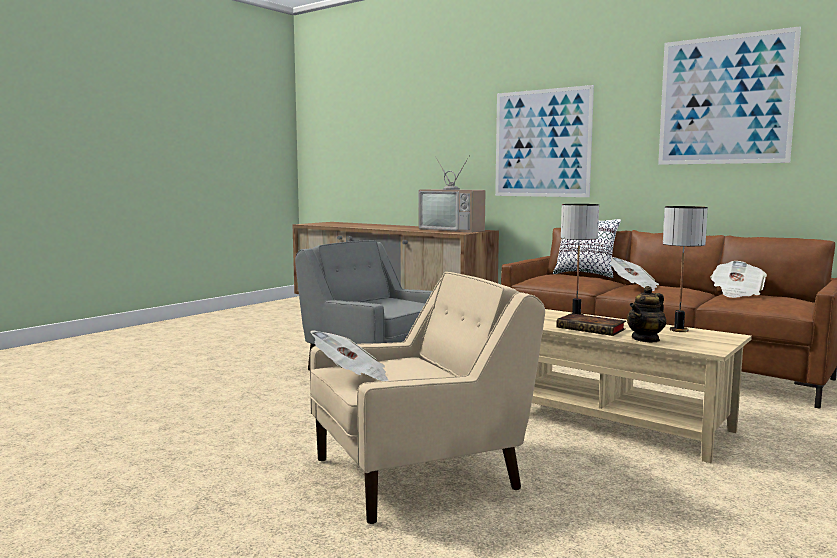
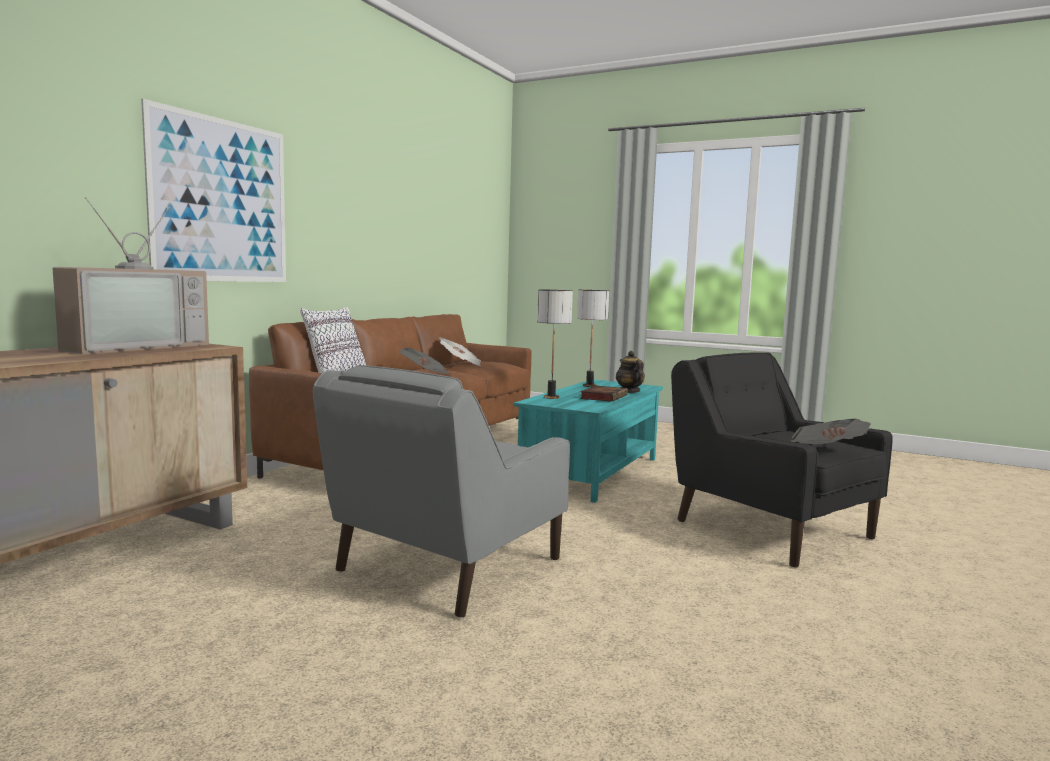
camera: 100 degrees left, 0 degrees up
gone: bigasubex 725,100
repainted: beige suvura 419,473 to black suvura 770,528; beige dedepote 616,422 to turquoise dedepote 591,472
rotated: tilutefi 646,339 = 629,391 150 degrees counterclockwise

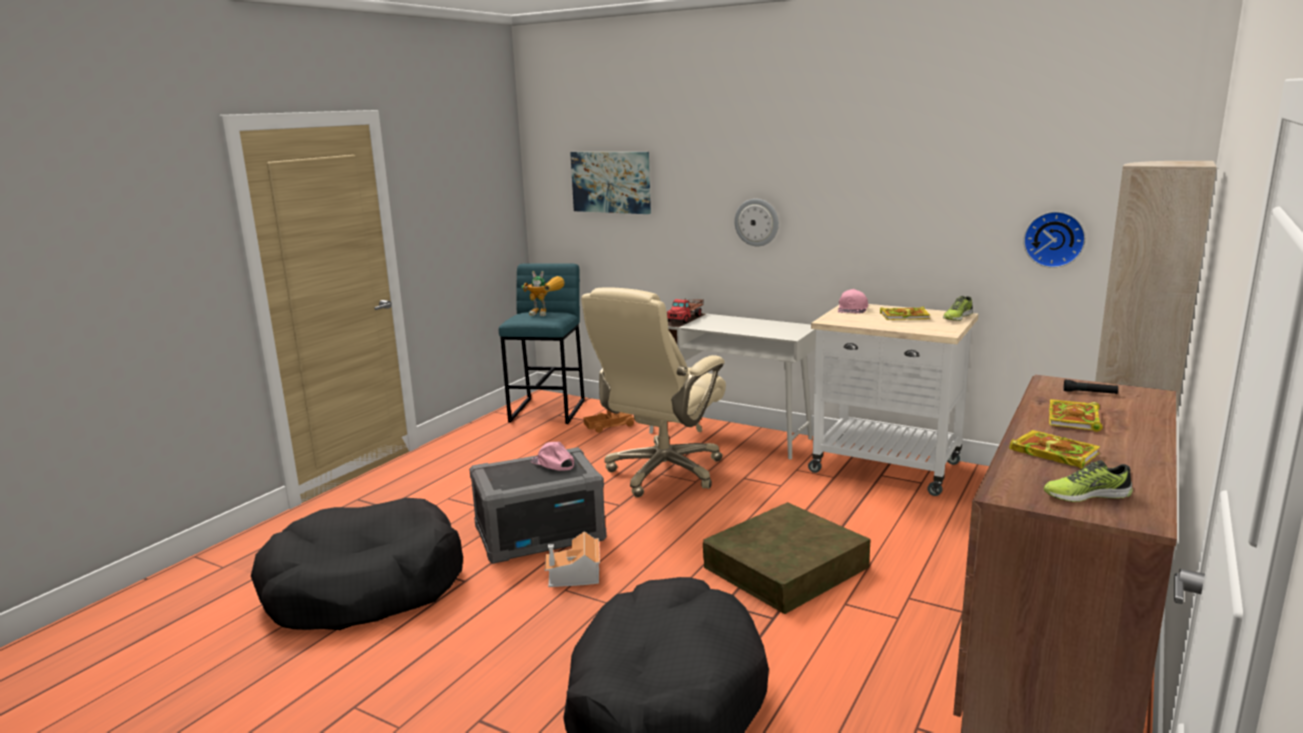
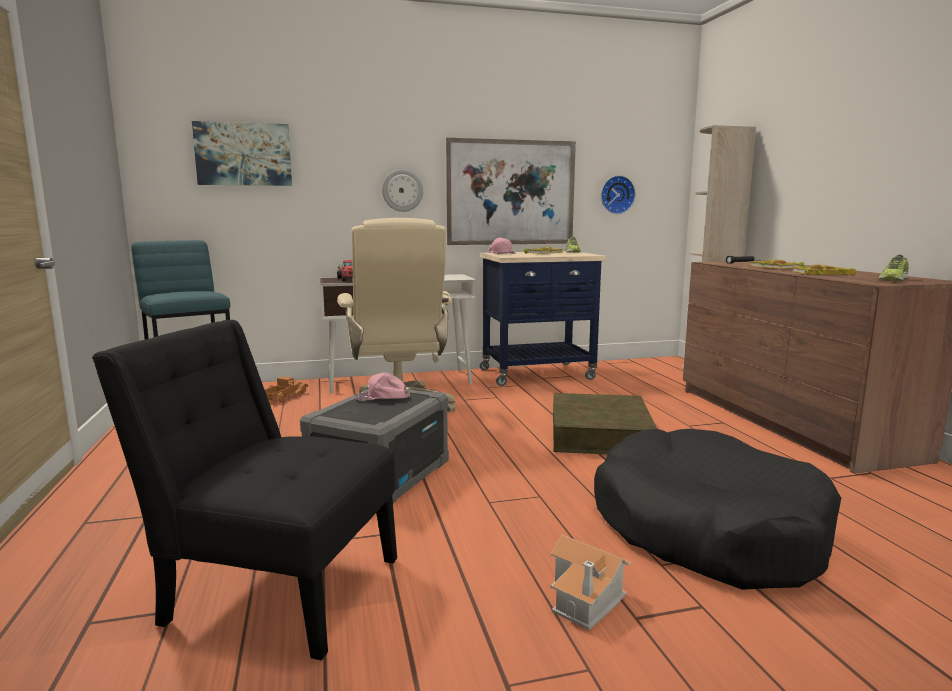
camera: 45 degrees left, 5 degrees down
gone: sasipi 547,314
new: bigasubex 511,192
shifted: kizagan 575,575 to 586,599
swapped: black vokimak 364,586 to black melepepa 274,587
repainted: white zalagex 886,468 to blue zalagex 537,374

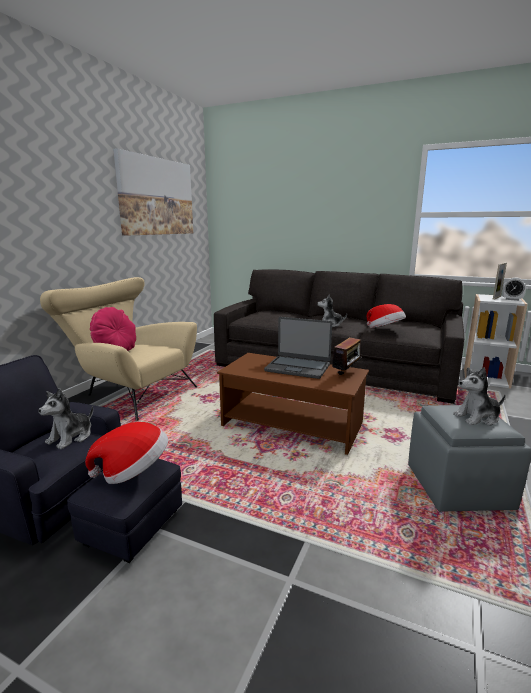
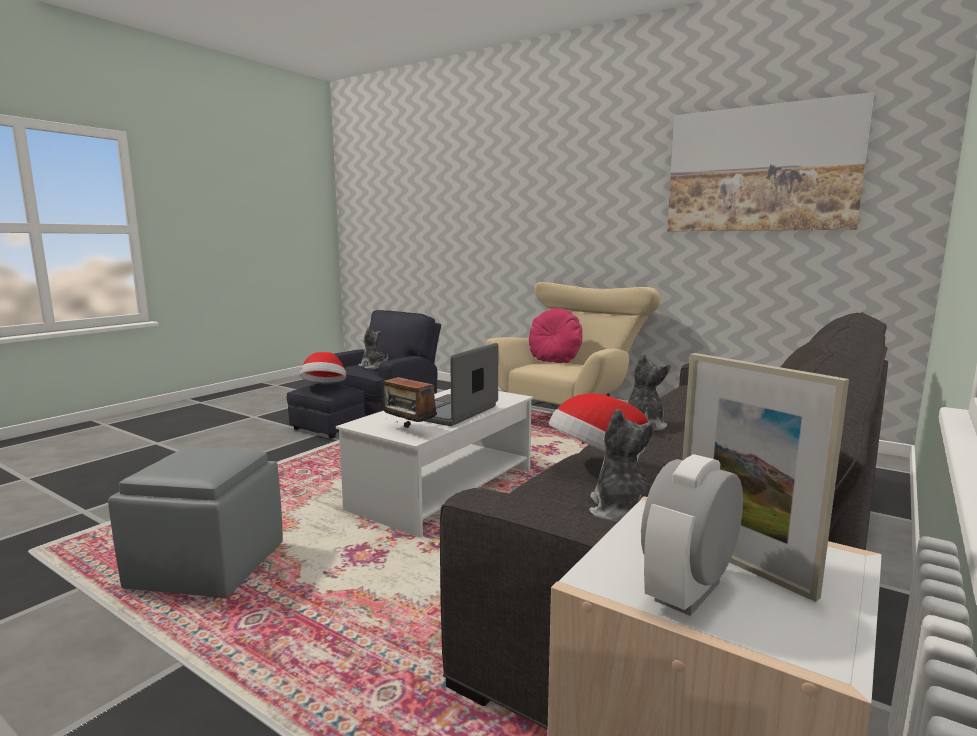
camera: 100 degrees right, 5 degrees down
shifted: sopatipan 477,417 to 621,512
repainted: brown dedepote 293,425 to white dedepote 443,490

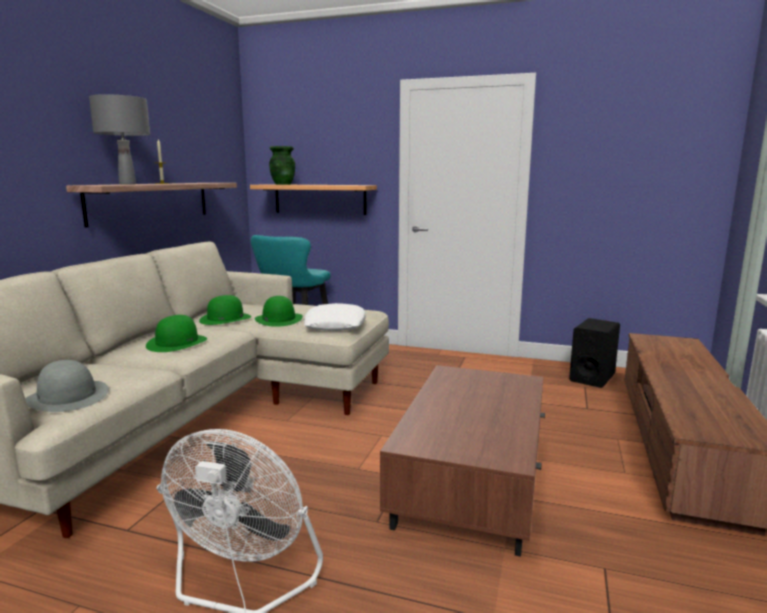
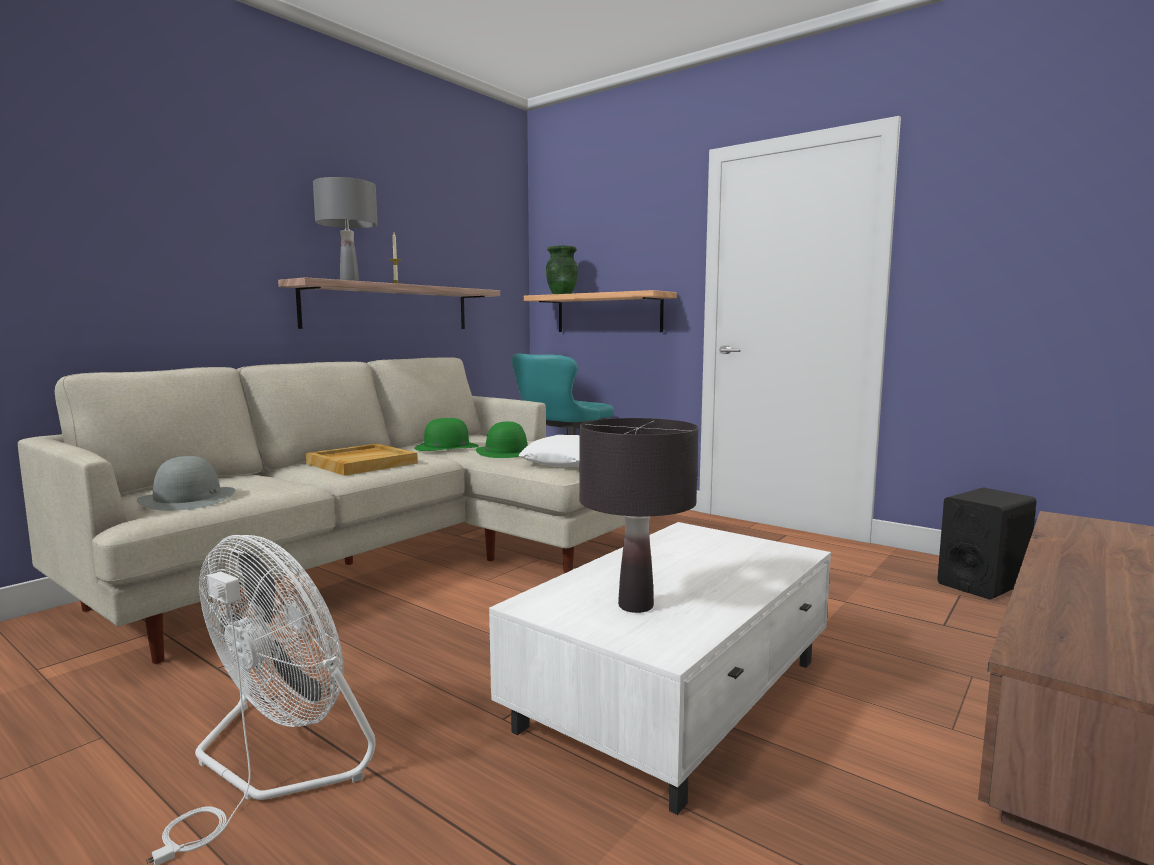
camera: 20 degrees right, 5 degrees down
new: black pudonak 635,606
swapped: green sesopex 177,343 to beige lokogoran 362,463
repainted: brown dedepote 471,481 to white dedepote 678,693

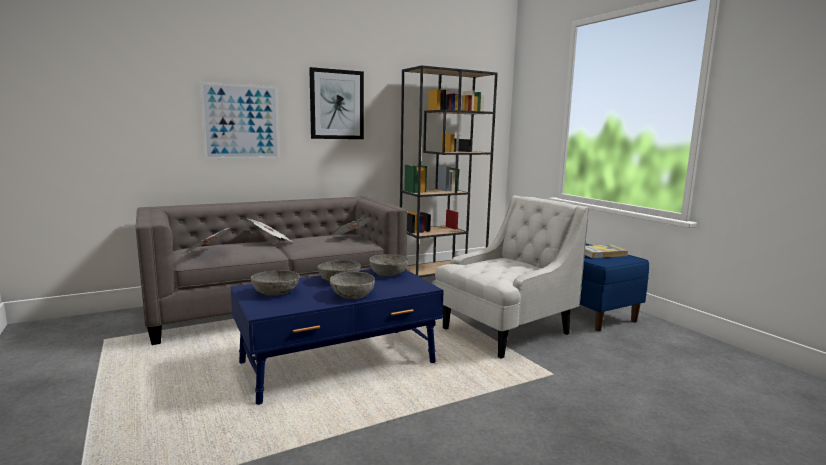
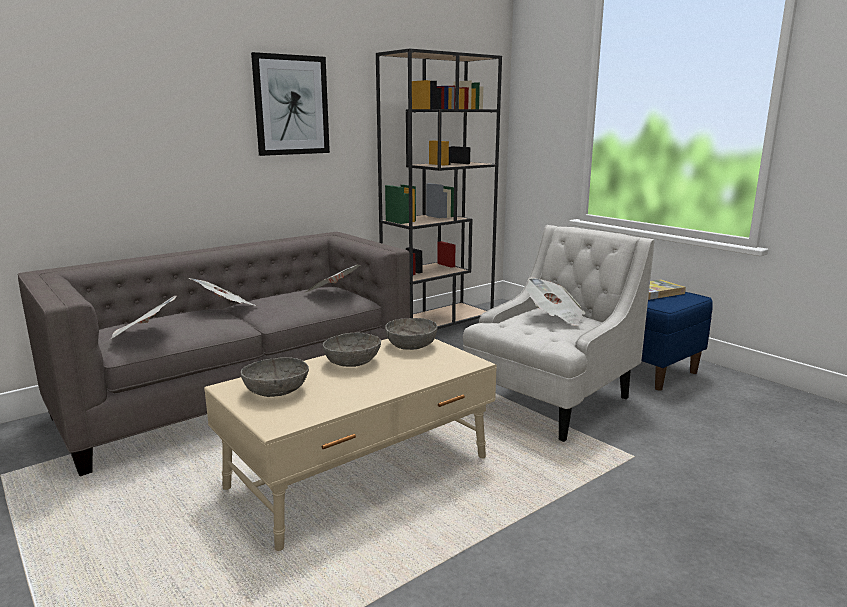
camera: 10 degrees left, 5 degrees up
gone: bigasubex 241,122; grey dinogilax 352,295
new: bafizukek 555,317
repainted: blue dedepote 339,362 to beige dedepote 361,472

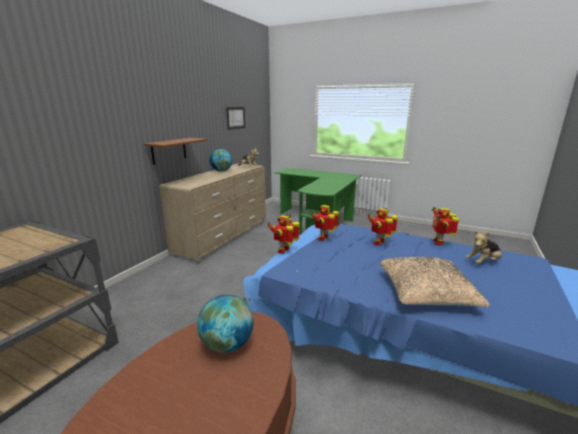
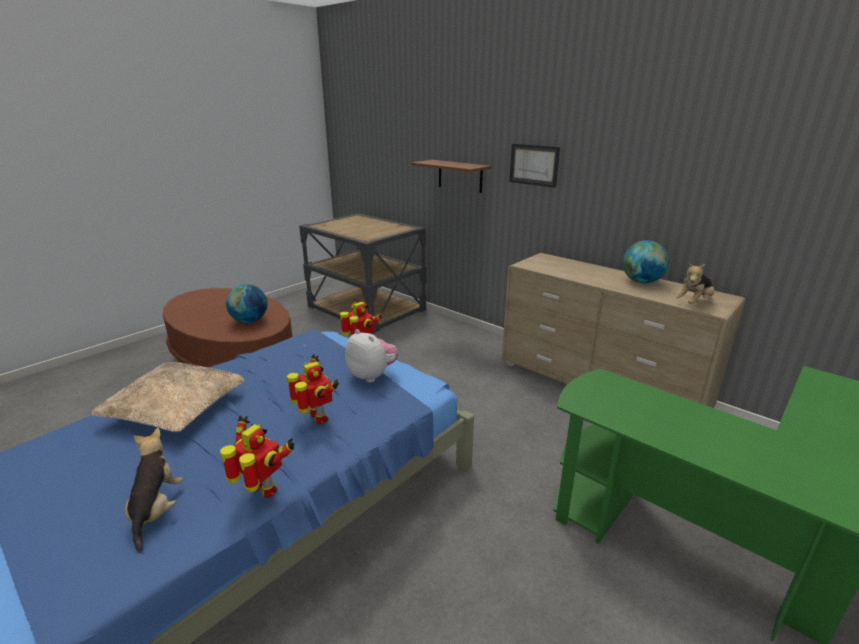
camera: 105 degrees right, 5 degrees up
shifted: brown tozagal 169,150 to 460,176; bigasubex 235,118 to 534,165
swapped: sasipi 324,238 to sopatipan 372,375

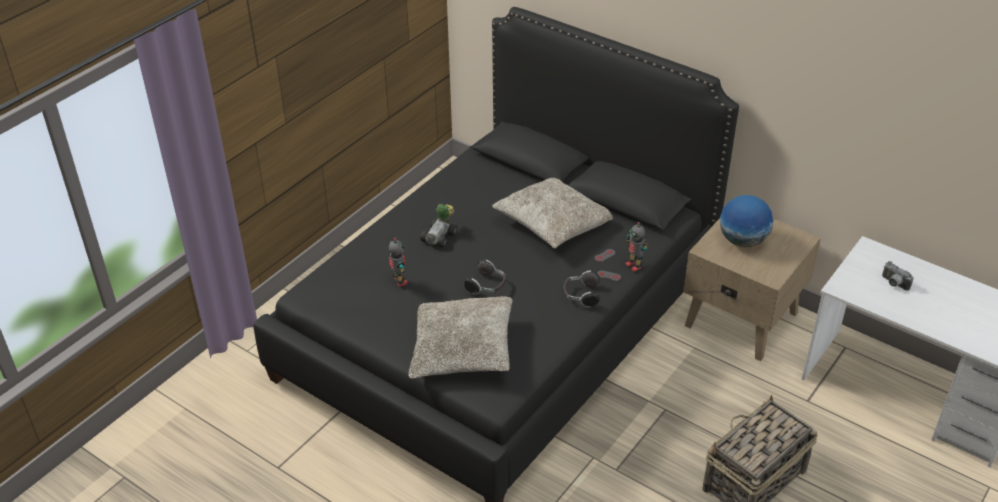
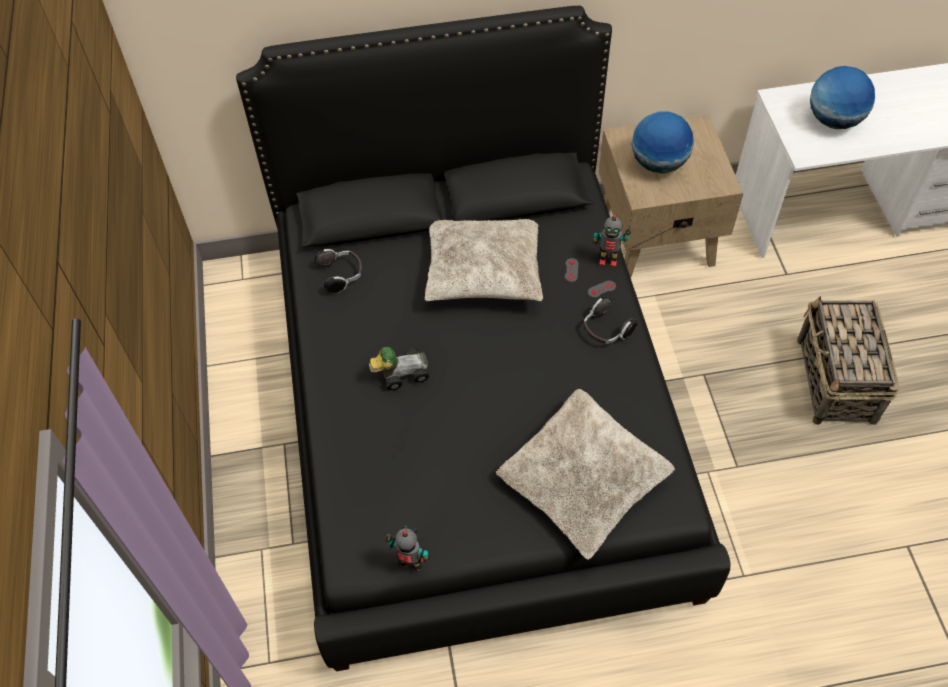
camera: 45 degrees left, 15 degrees up
shifted: sasipi 399,281 to 411,564; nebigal 487,286 to 341,275
swapped: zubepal 893,284 to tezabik 833,120
rotated: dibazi 441,236 = 400,373 90 degrees counterclockwise

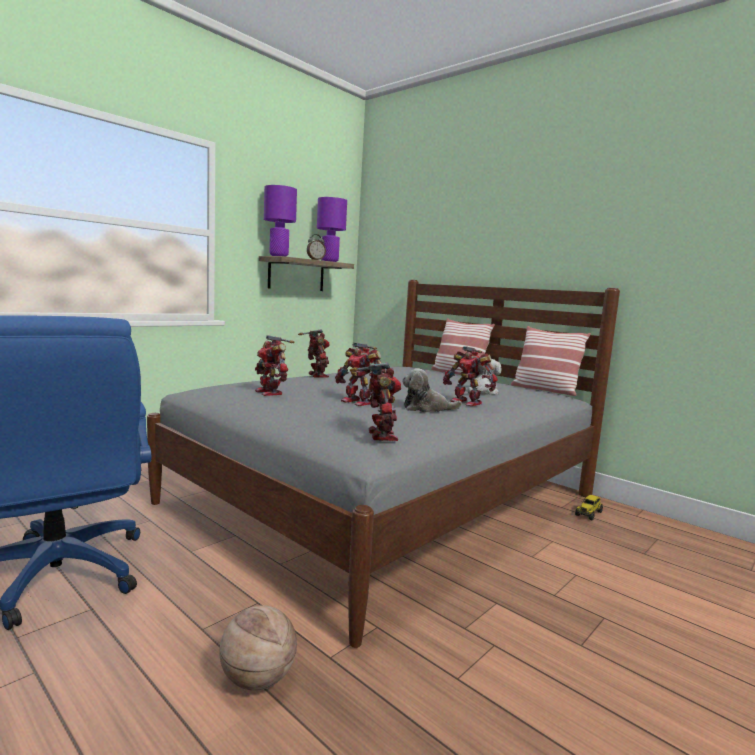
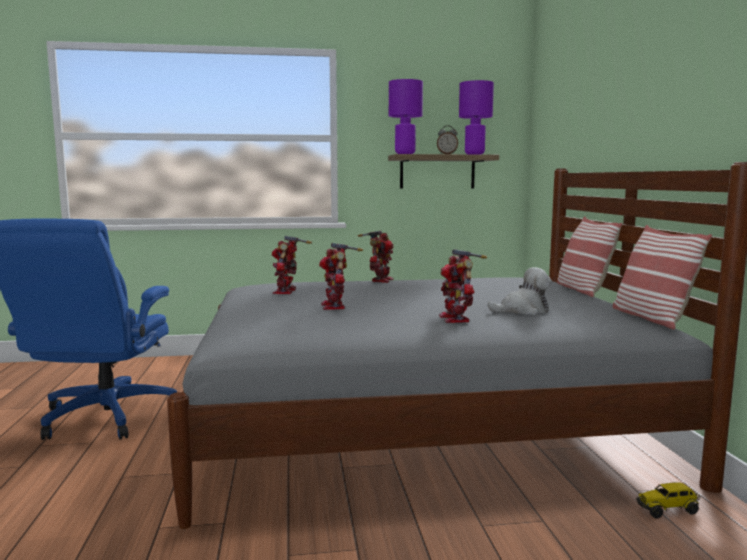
camera: 40 degrees right, 0 degrees up
gone: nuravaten 258,680; sasipi 379,435; sopatipan 426,408

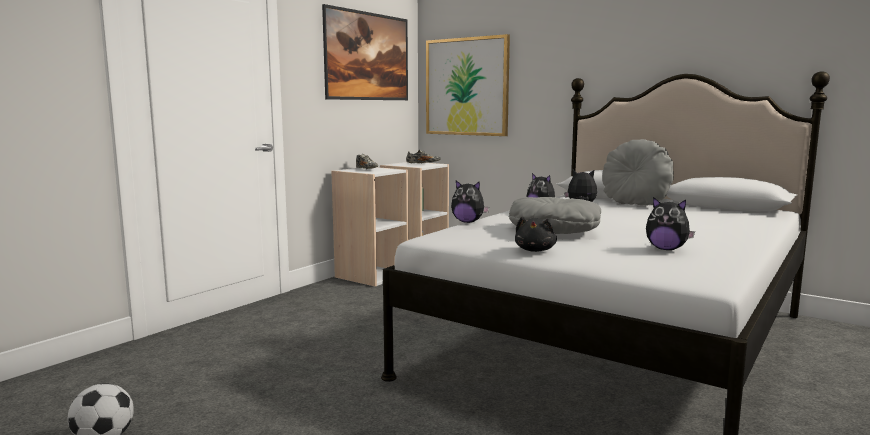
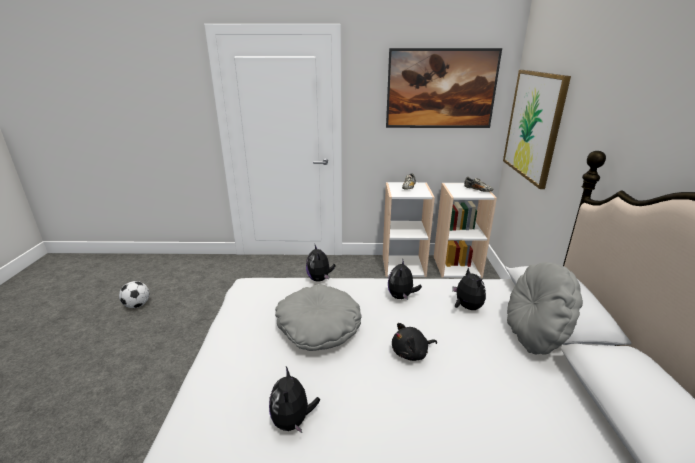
camera: 55 degrees right, 15 degrees up
shifted: black sopatipan 535,250 to 411,353

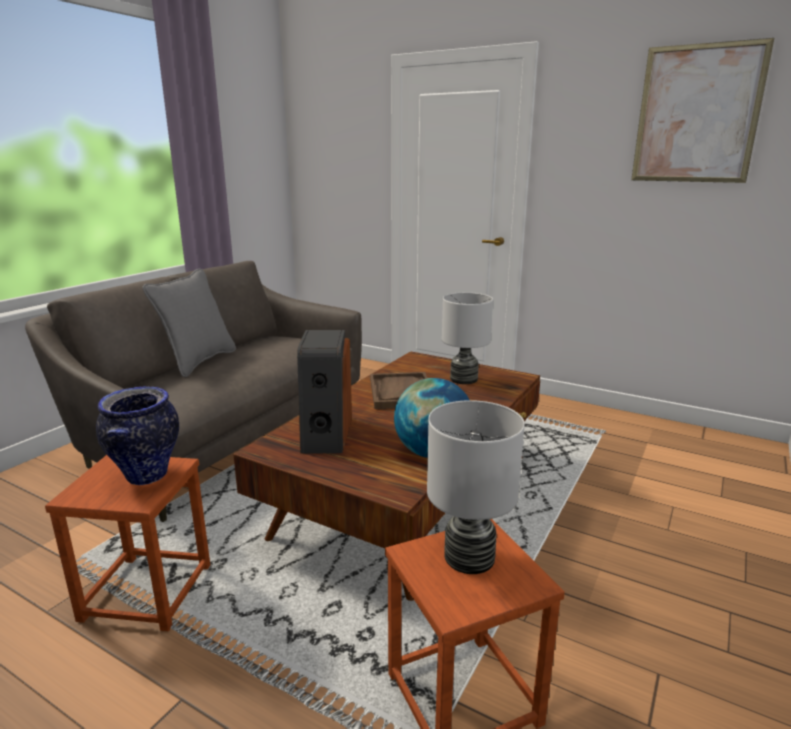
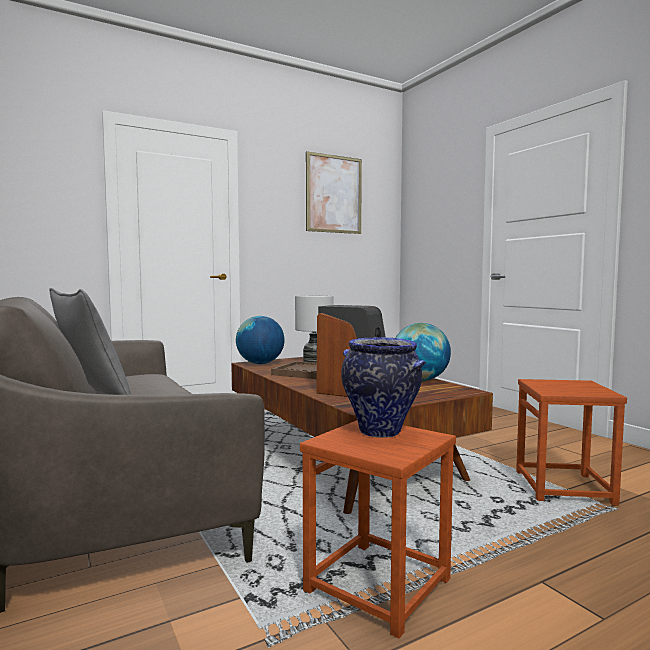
camera: 60 degrees left, 15 degrees down
gone: grey pudonak 469,558
new: tezabik 260,363

